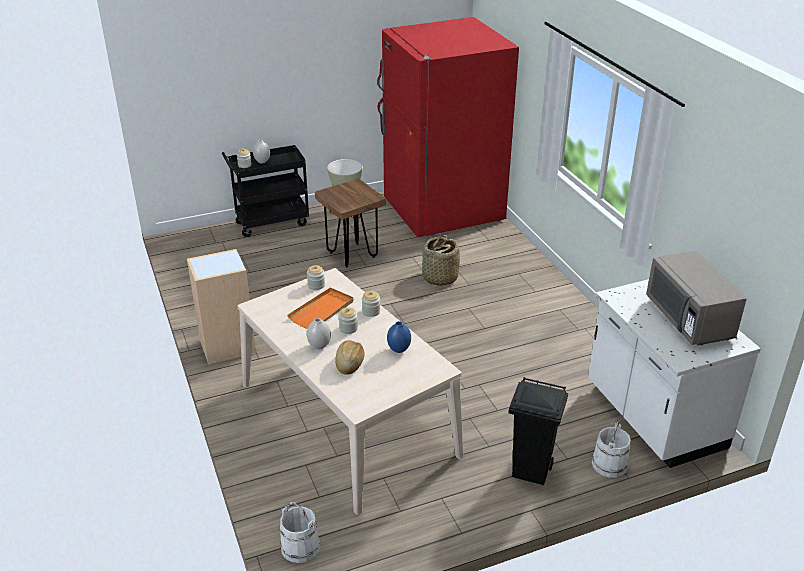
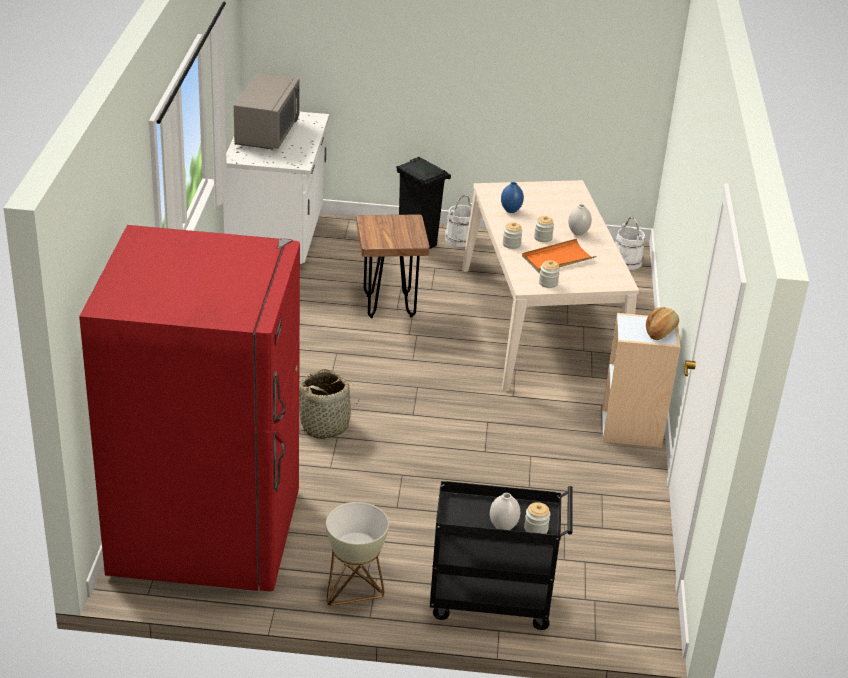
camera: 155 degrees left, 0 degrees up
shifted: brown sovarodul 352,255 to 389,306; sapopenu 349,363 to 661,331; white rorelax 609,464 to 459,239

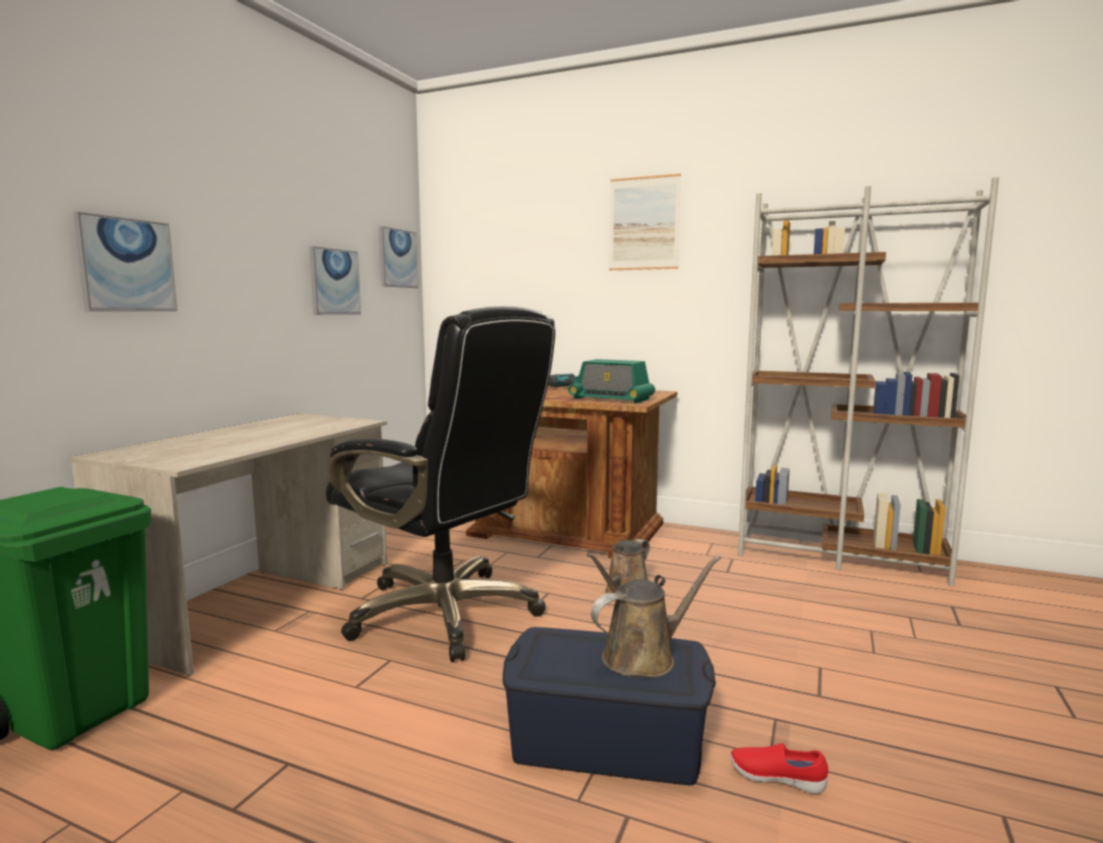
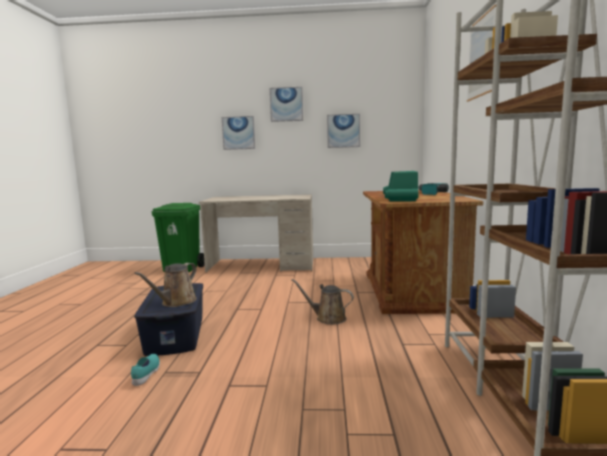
camera: 70 degrees right, 0 degrees up
gone: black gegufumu 444,612
shifted: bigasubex 397,258 to 286,104
repainted: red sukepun 776,778 to turquoise sukepun 147,374
rotated: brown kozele 645,657 = 176,302 75 degrees clockwise

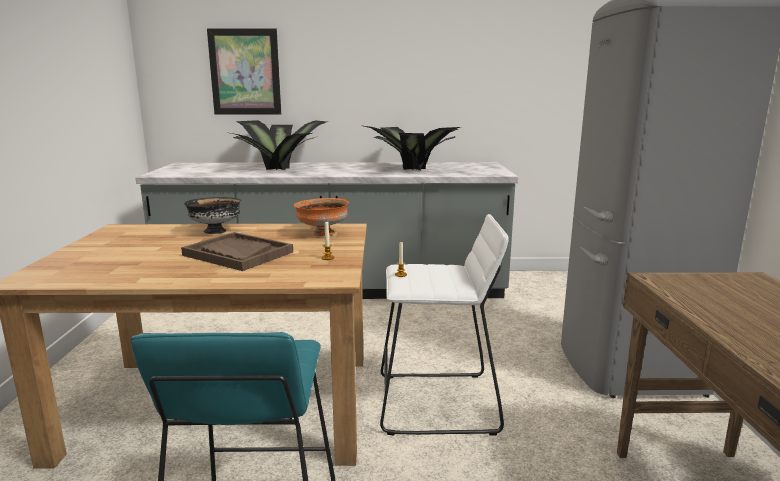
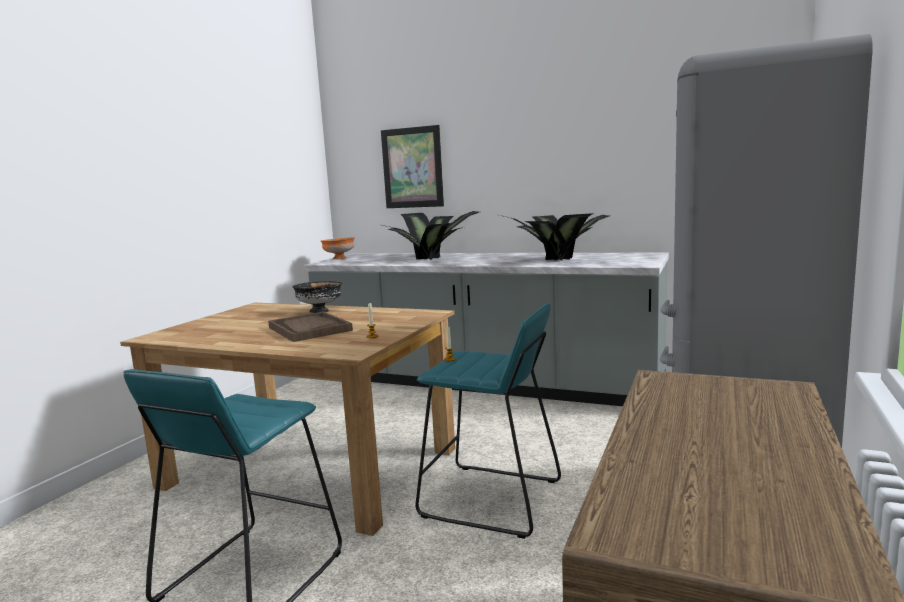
camera: 25 degrees right, 5 degrees down
shifted: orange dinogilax 322,233 to 339,258
repainted: white sovarodul 437,403 to turquoise sovarodul 491,499

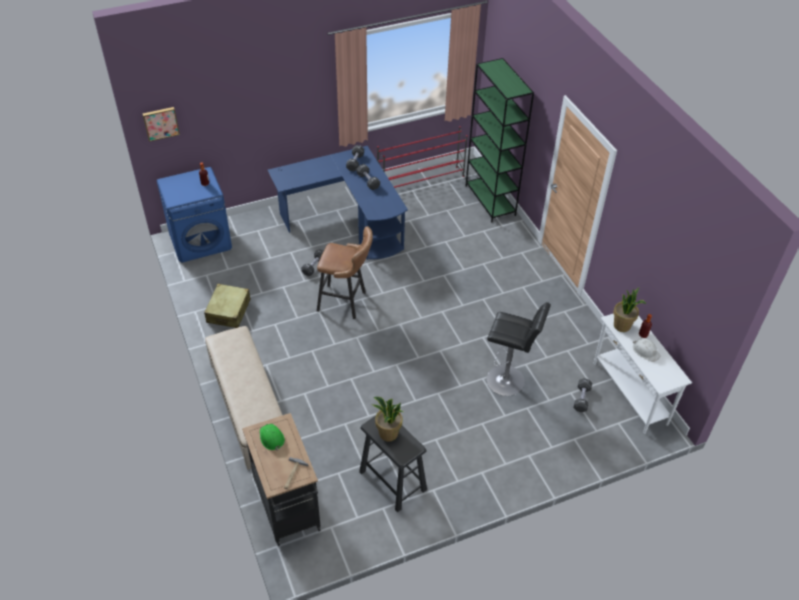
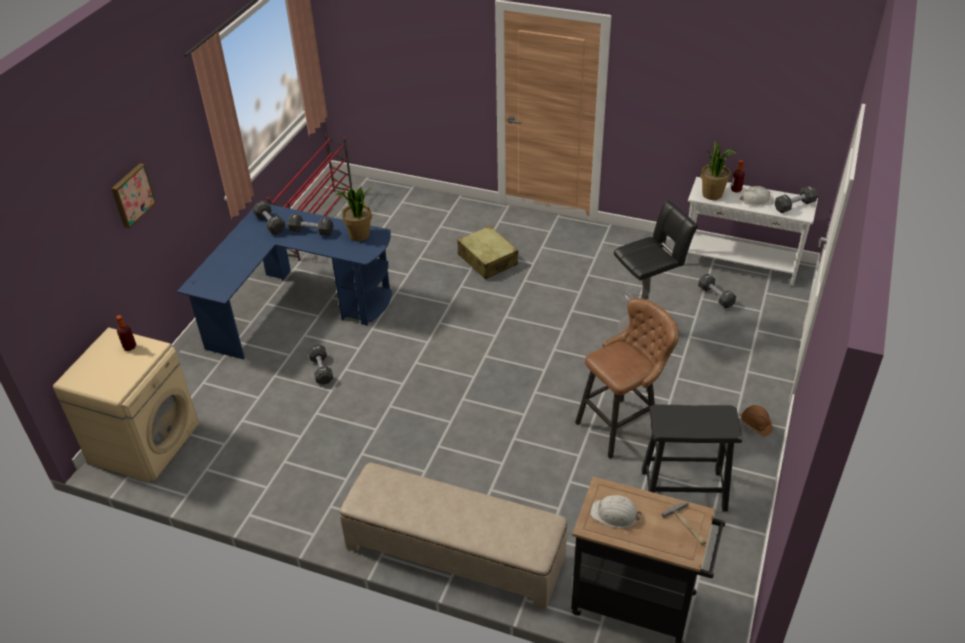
camera: 45 degrees left, 5 degrees down
gone: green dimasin 490,200
new: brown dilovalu 755,425; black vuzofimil 794,206
shifted: bigasubex 161,123 to 132,195; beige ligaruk 229,311 to 487,260; brown sovarodul 347,303 to 623,423; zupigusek 388,434 to 359,235
repainted: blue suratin 201,241 to beige suratin 147,441; green dilovalu 271,438 to white dilovalu 614,514

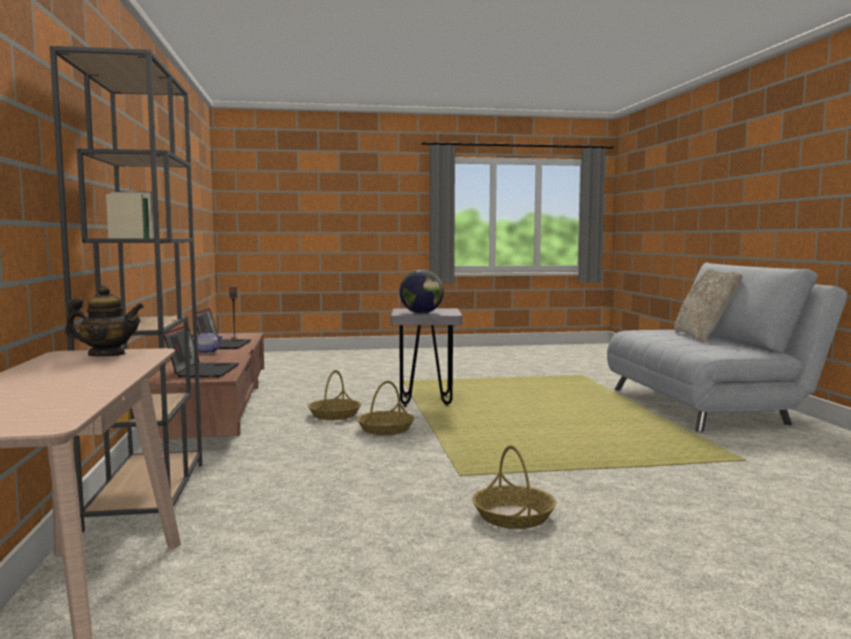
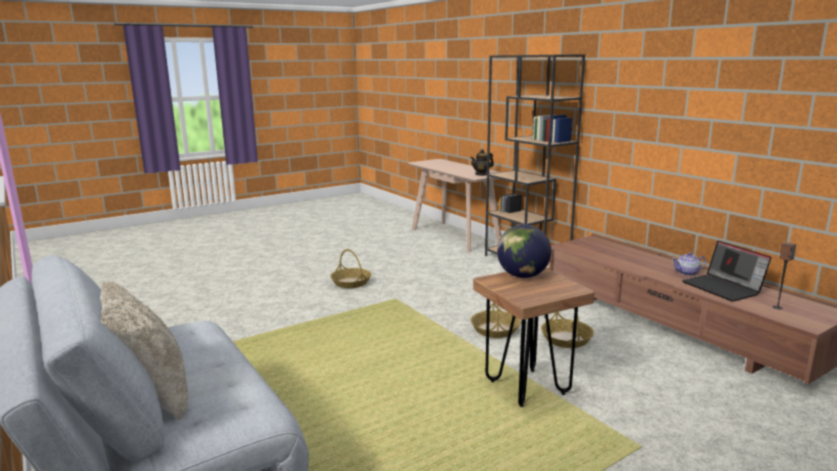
camera: 155 degrees right, 10 degrees up
gone: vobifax 203,371
repainted: grey sovarodul 426,401 to brown sovarodul 526,388

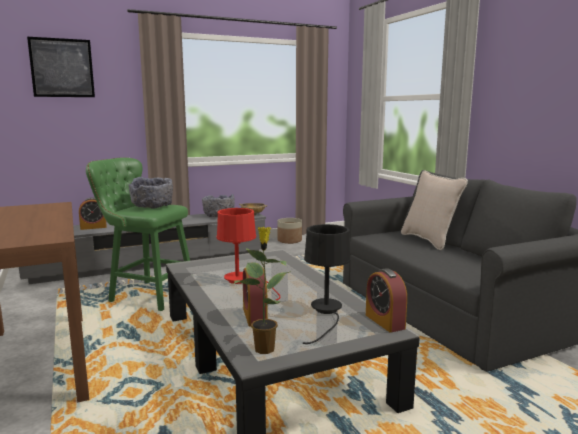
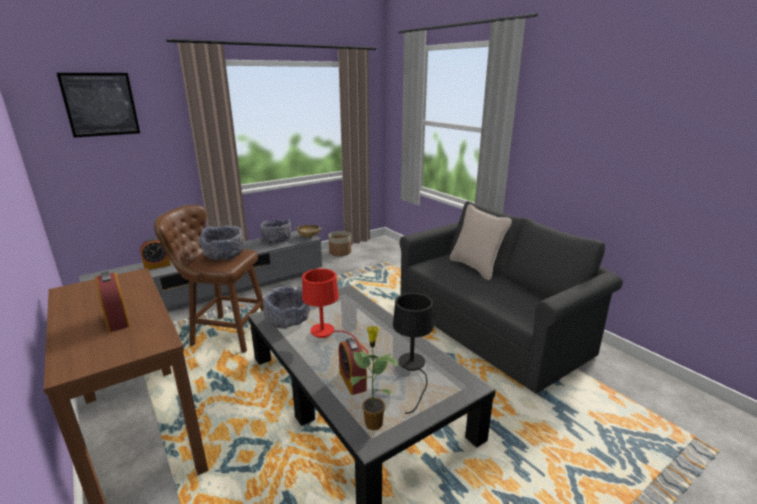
camera: 10 degrees left, 10 degrees up
new: grey dinogilax 288,320
shifted: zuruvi 384,321 to 117,320
repainted: green sovarodul 145,294 to brown sovarodul 223,332

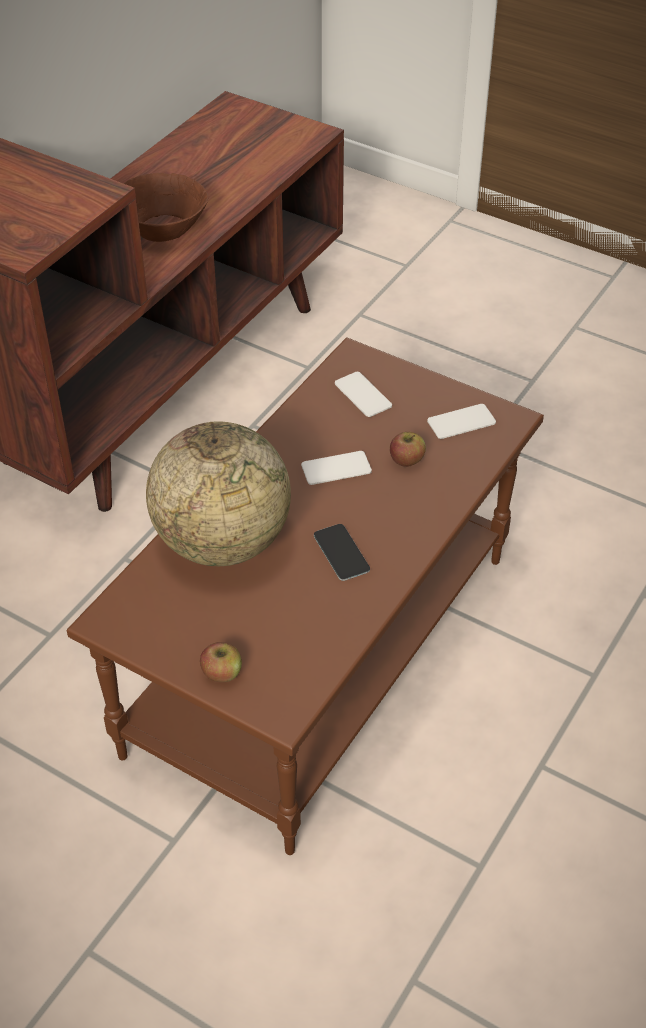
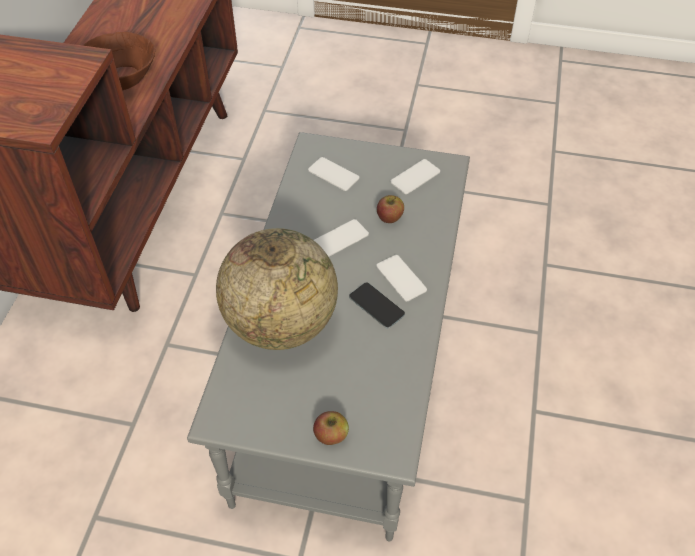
camera: 20 degrees left, 5 degrees up
new: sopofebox 401,278
repainted: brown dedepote 323,657 to grey dedepote 348,377

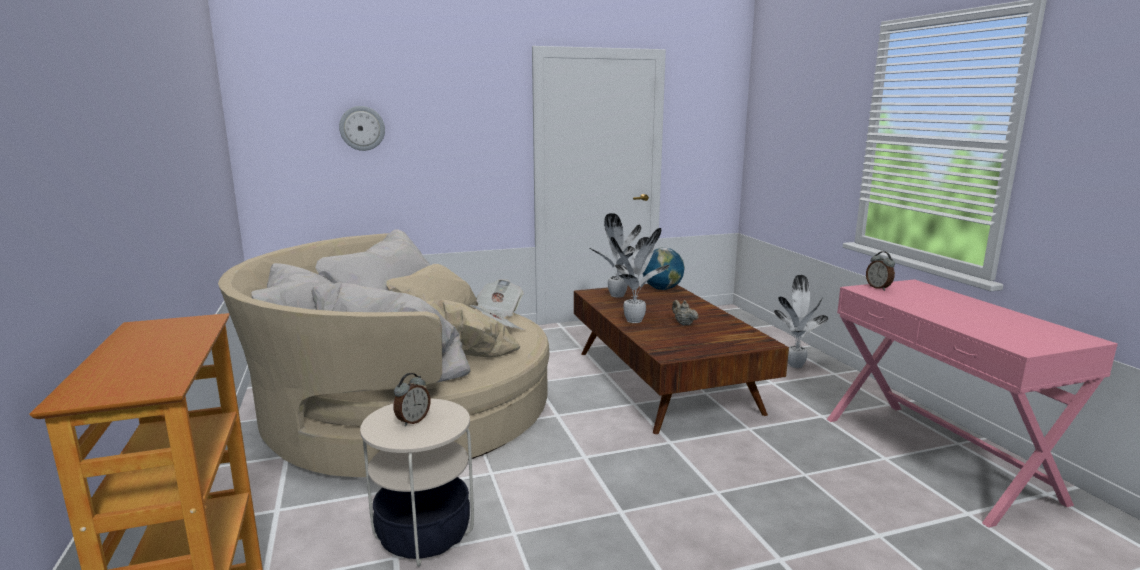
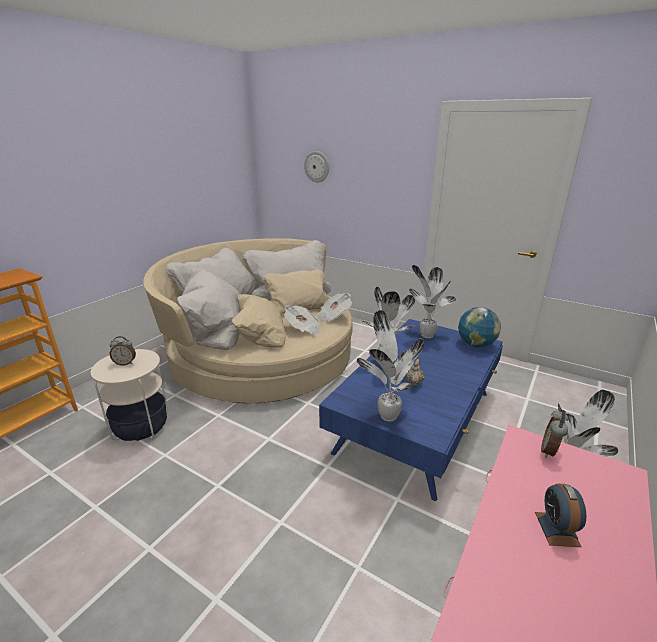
camera: 50 degrees right, 10 degrees up
new: zupigusek 387,415; zuruvi 557,529
repainted: brown dedepote 665,380 to blue dedepote 417,421

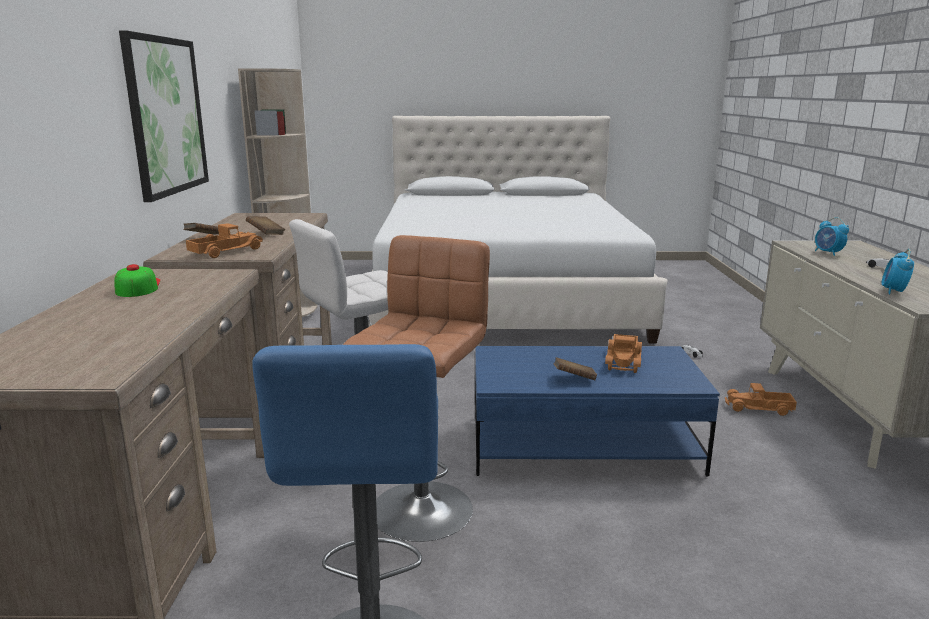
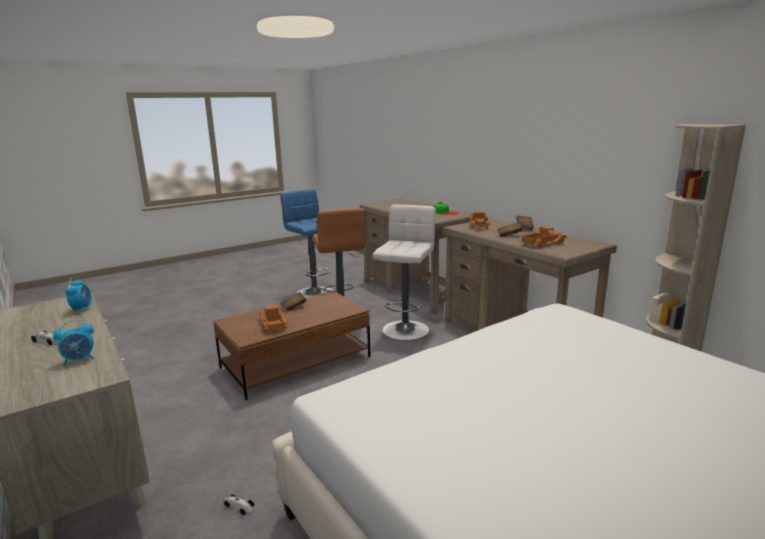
camera: 145 degrees right, 0 degrees up
gone: bigasubex 166,116
shifted: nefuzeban 759,408 to 542,243
repainted: blue dedepote 582,445 to brown dedepote 296,363
rotated: zuruvi 828,253 = 79,360 120 degrees clockwise

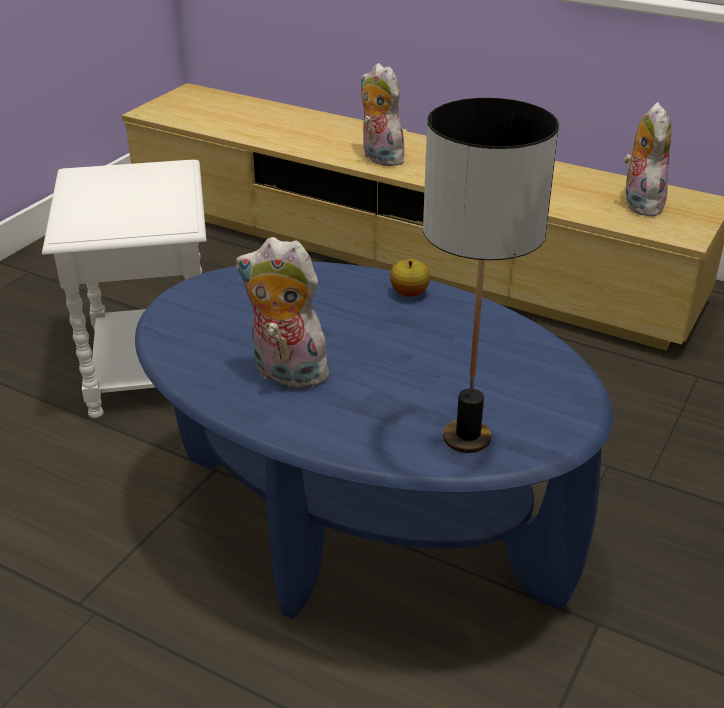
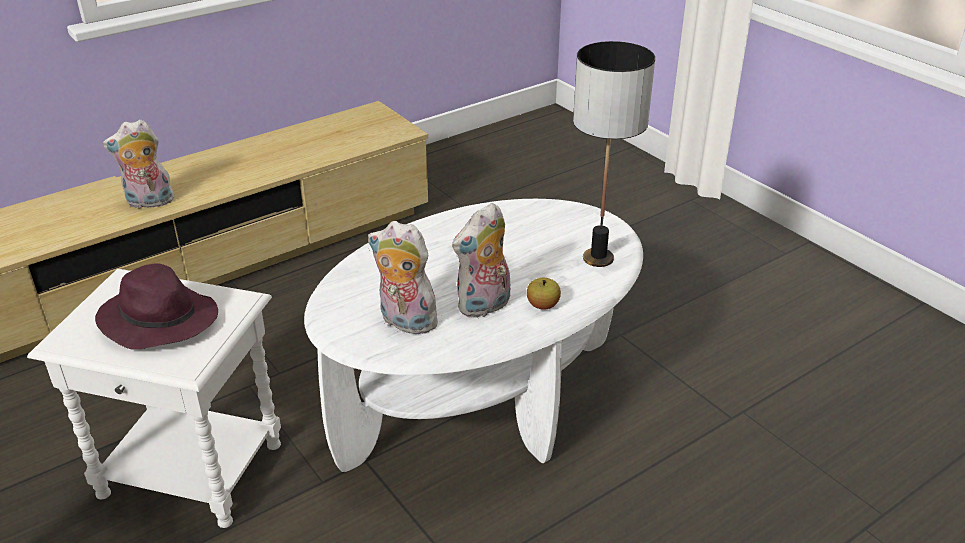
camera: 65 degrees left, 0 degrees up
new: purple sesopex 158,320
shifted: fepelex 409,293 to 543,305; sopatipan 639,204 to 404,322
repainted: blue dedepote 361,526 to white dedepote 481,401

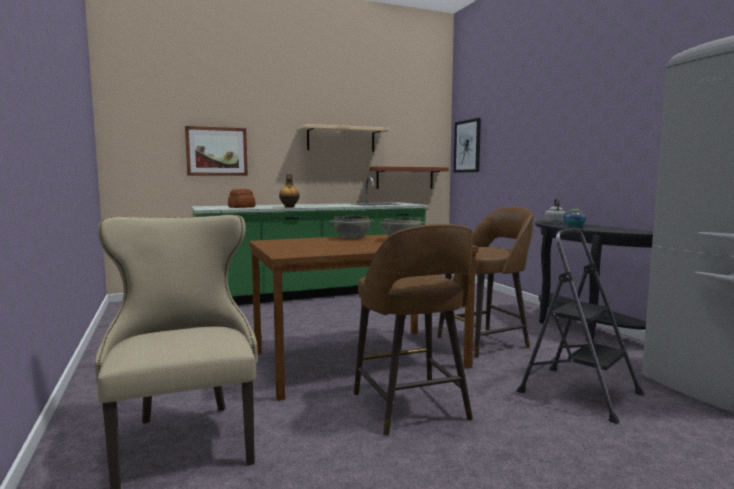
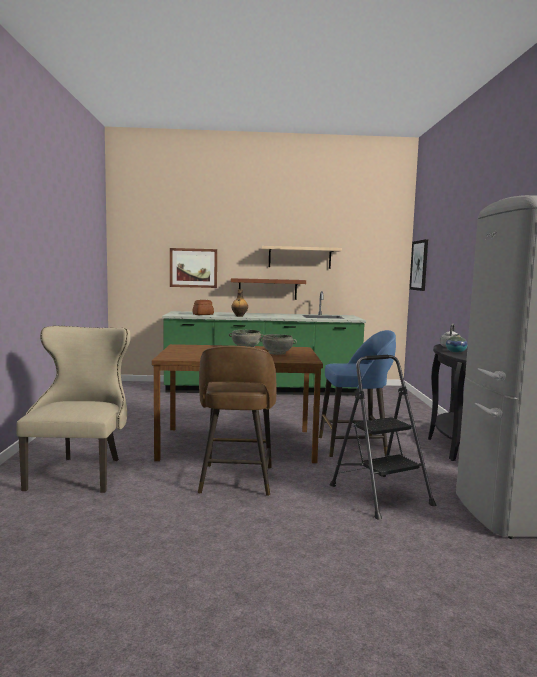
camera: 20 degrees right, 0 degrees up
shifted: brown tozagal 405,178 to 267,289
repainted: brown sovarodul 484,342 to blue sovarodul 354,446

